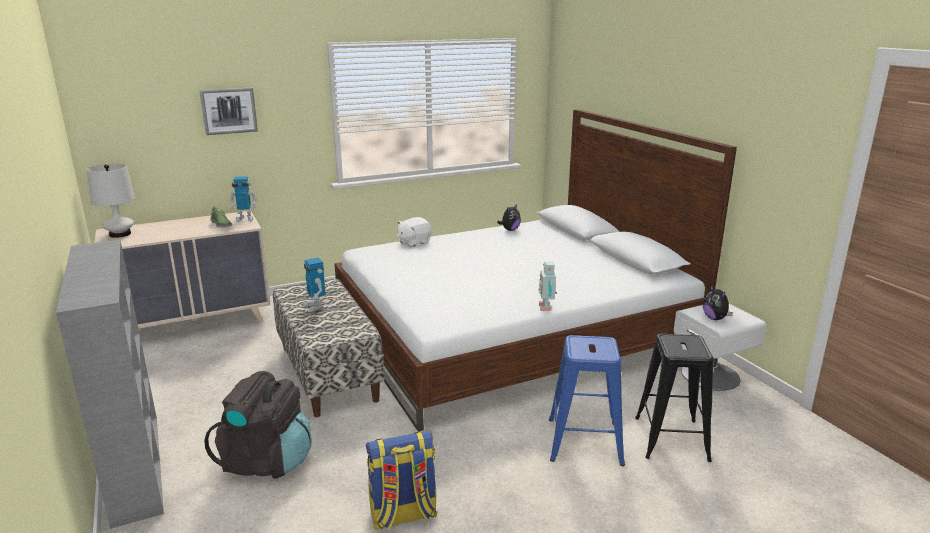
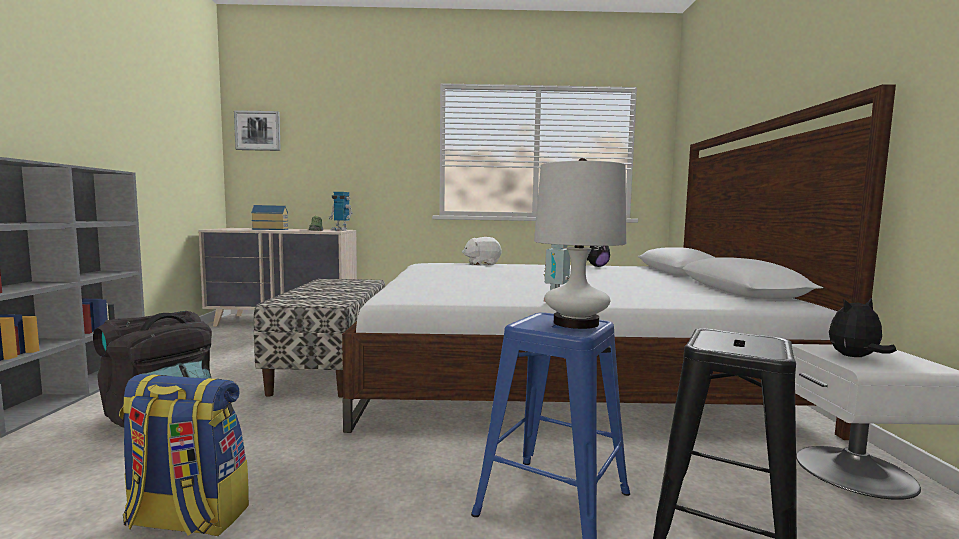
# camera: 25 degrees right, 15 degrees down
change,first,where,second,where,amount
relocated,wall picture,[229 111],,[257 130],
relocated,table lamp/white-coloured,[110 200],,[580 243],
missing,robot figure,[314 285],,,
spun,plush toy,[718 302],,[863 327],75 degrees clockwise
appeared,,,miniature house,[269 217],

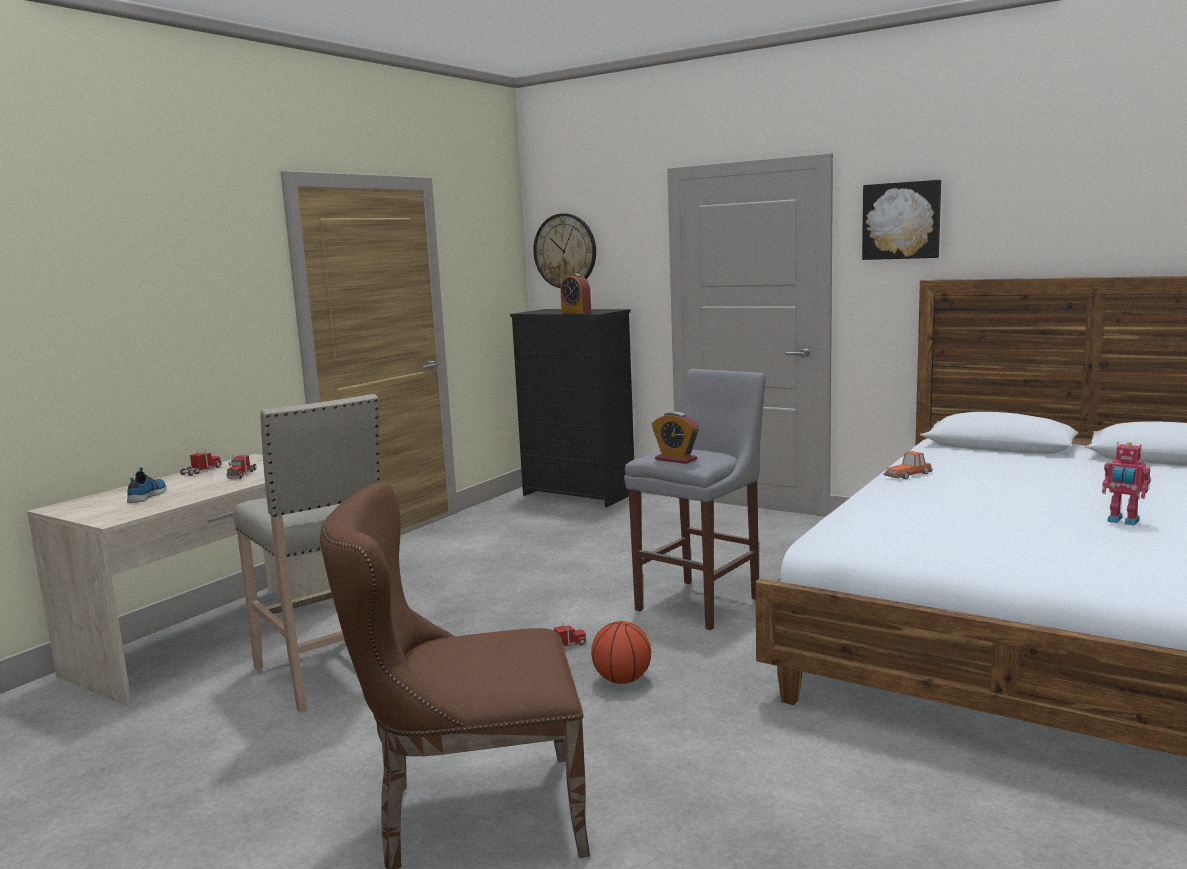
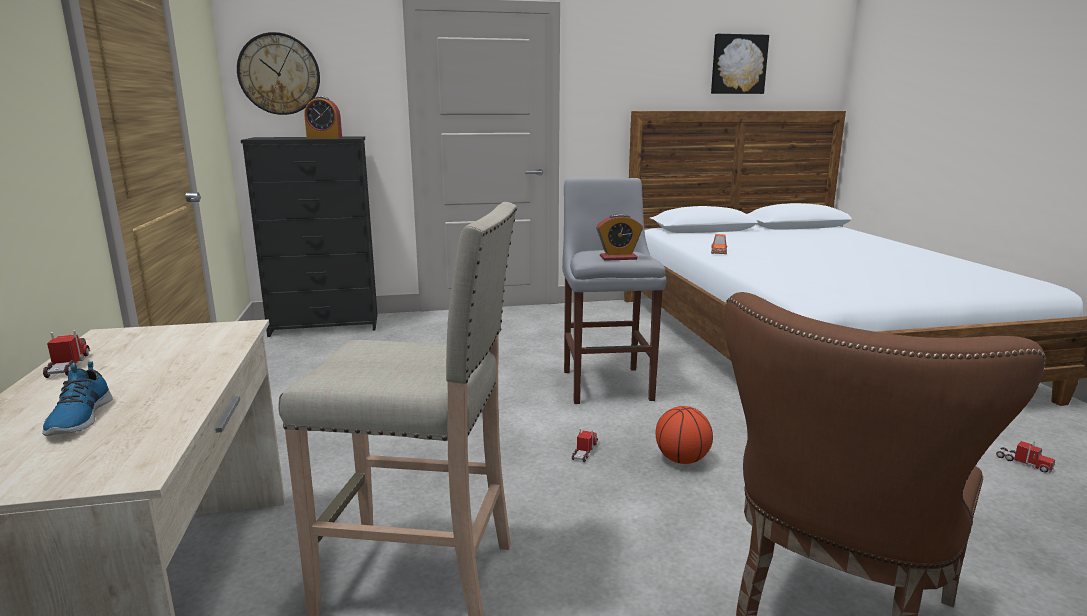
# camera: 45 degrees left, 5 degrees up
change,first,where,second,where,amount
relocated,wall picture,[901 220],,[740 64],
missing,robot figure,[1126 484],,,
relocated,toy lorry,[242 466],,[1025 457],
spun,item of footwear,[146 485],,[77 398],150 degrees counterclockwise

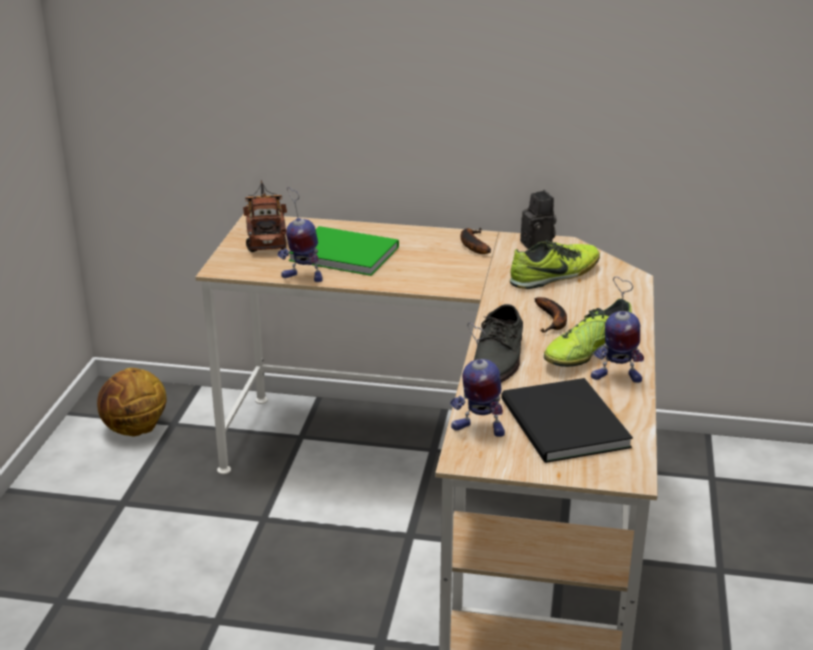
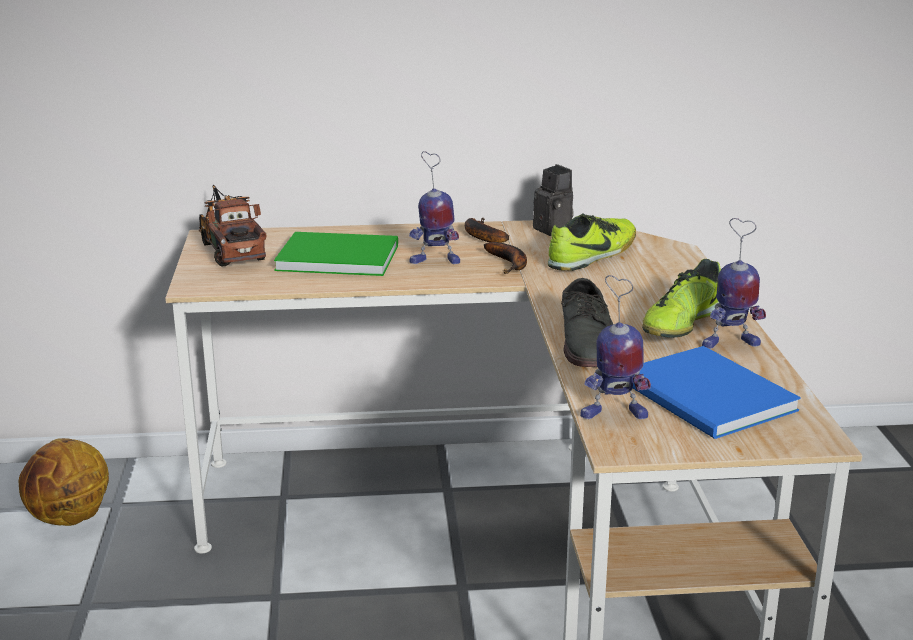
# camera: 15 degrees left, 5 degrees down
change,first,where,second,where,amount
relocated,robot figure,[300 234],,[434 207],
relocated,banana fruit,[551 315],,[505 258],
colour,volume/black-coloured,[567 420],volume/blue,[717 392],

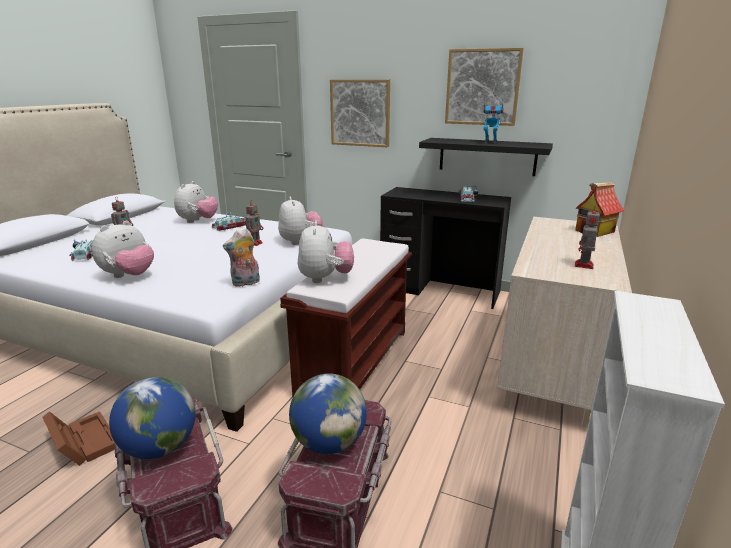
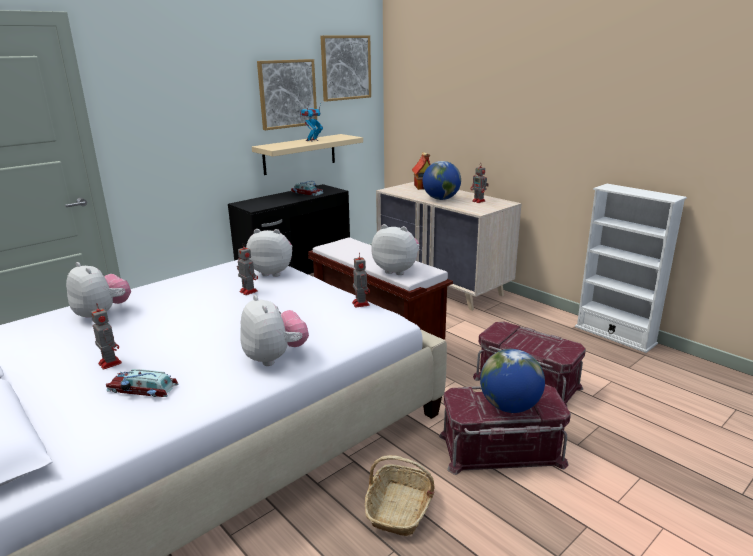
# camera: 65 degrees left, 0 degrees up
change,first,where,second,where,amount
relocated,wall picture,[360 113],,[345 69],
colour,bracket shelf/black-coloured,[486 157],bracket shelf/beige,[307 154],
missing,miniature car,[228 221],,,
exchanged,plush toy,[241 258],robot figure,[361 280],
relocated,world globe,[328 413],,[442 180],
exchanged,storage bin/brownish,[79 438],household basket,[400 495],

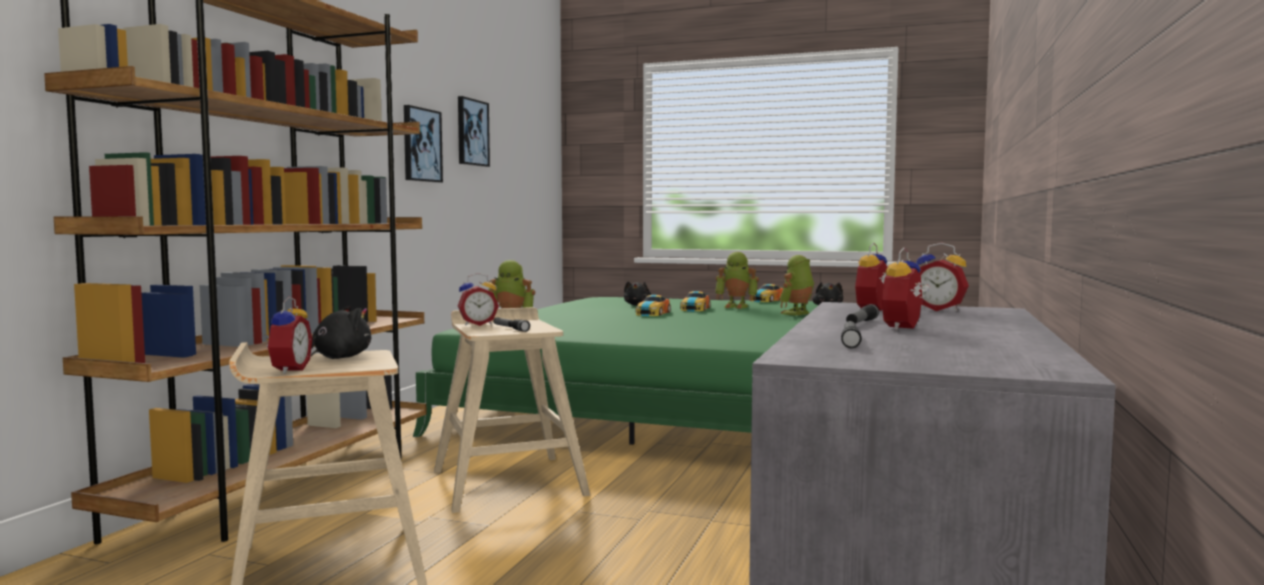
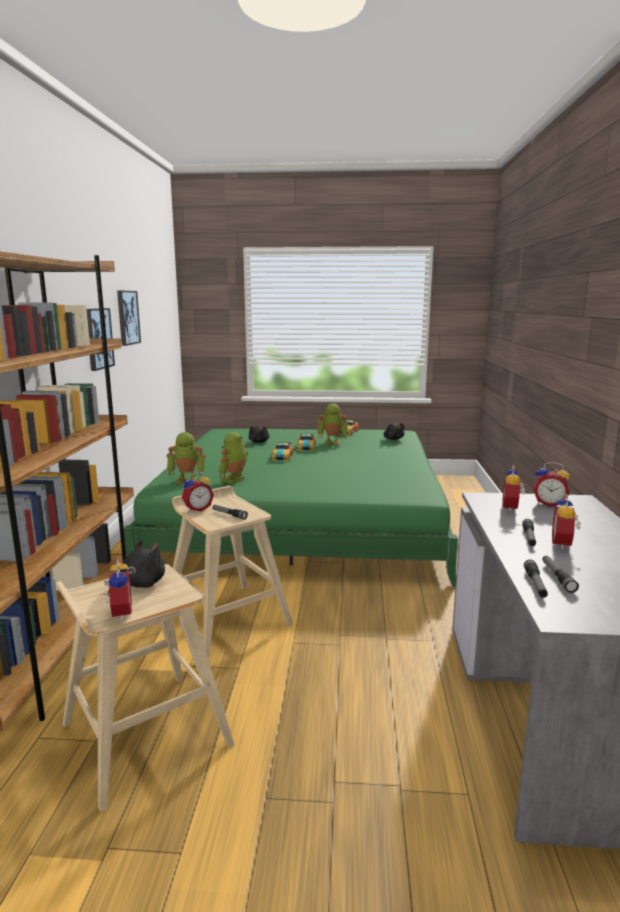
# camera: 15 degrees left, 10 degrees up
change,first,where,second,where,amount
relocated,robot figure,[796 285],,[233 458],
appeared,,,flashlight,[536 578],

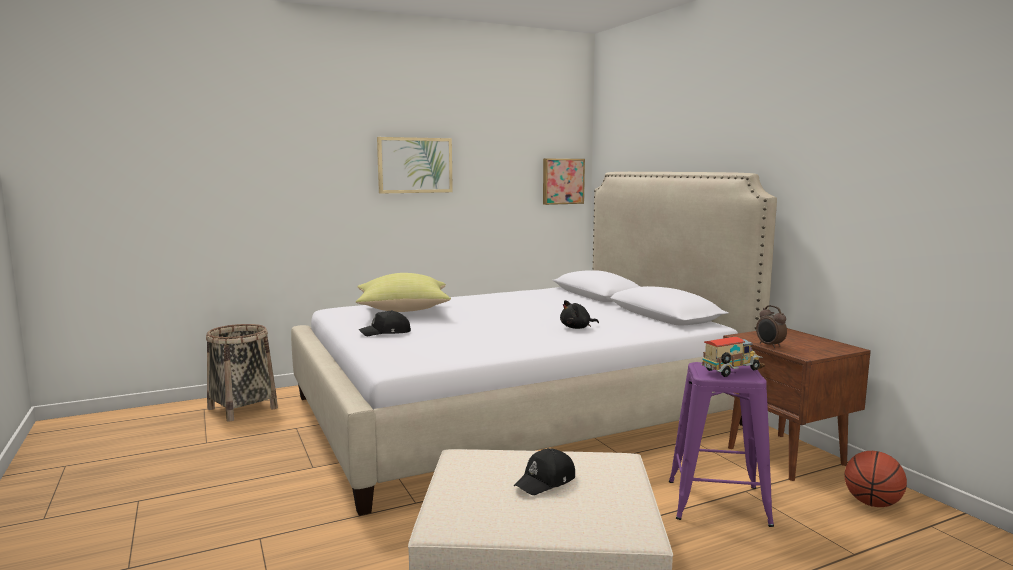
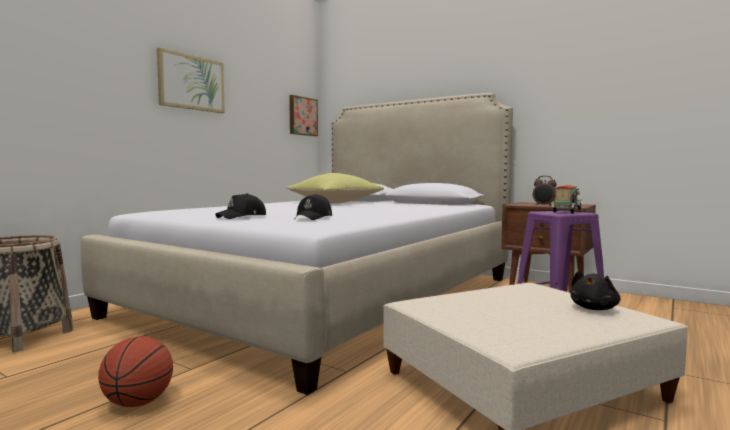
# camera: 30 degrees left, 5 degrees down
change,first,where,second,where,amount
relocated,pillow/yellow,[403 292],,[335 188],
relocated,plush toy/black-coloured,[579 314],,[595 290],
relocated,cap/black-coloured,[544 471],,[313 207],
relocated,ball for basketball,[876 479],,[135 371],

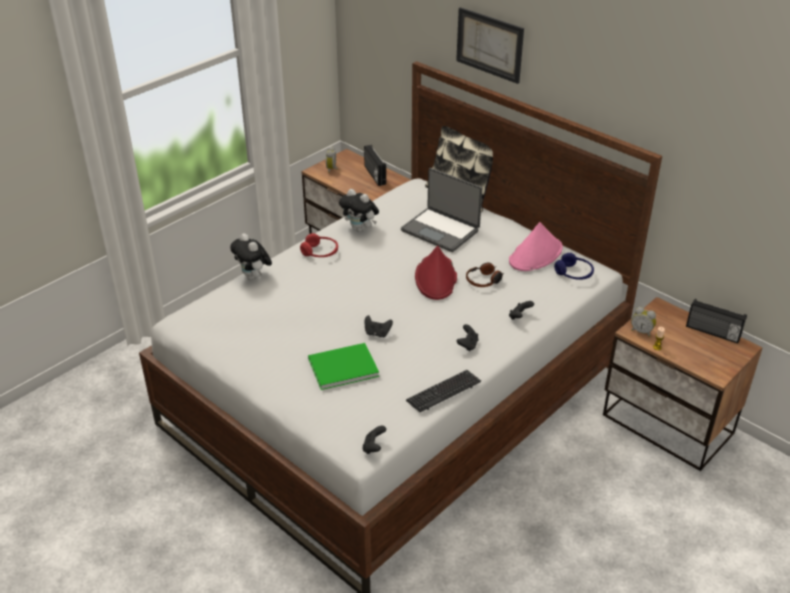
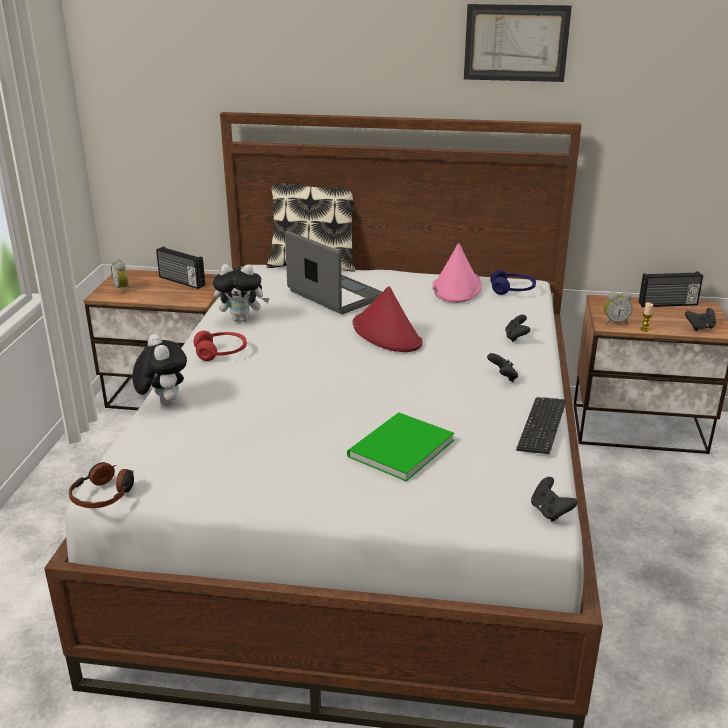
# camera: 35 degrees left, 10 degrees down
change,first,where,second,where,amount
relocated,wall picture,[490 45],,[518 43],
spun,notebook computer,[441 210],,[333 272],135 degrees counterclockwise
spun,plush toy,[251 256],,[159 370],135 degrees counterclockwise
relocated,pair of headphones,[485 275],,[101 485],
relocated,gamepad/black-coloured,[379 326],,[700 319],

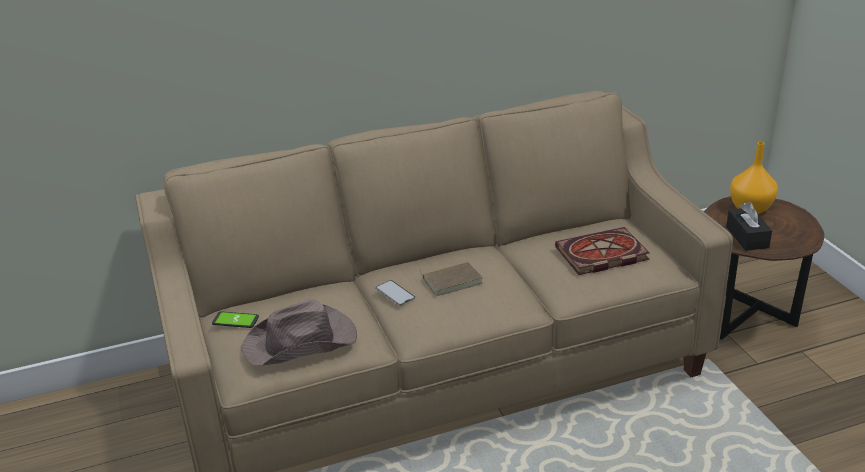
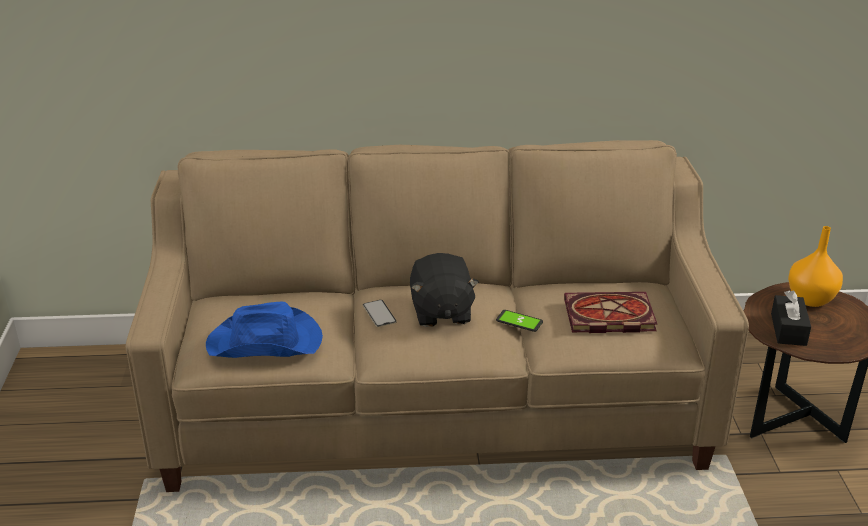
# camera: 15 degrees right, 0 degrees up
change,first,where,second,where,amount
exchanged,volume/brownish,[451 279],plush toy/black-coloured,[444 290],
colour,clothing hat/brownish,[299 332],clothing hat/blue,[264 330],
relocated,handset,[235 319],,[519 321],

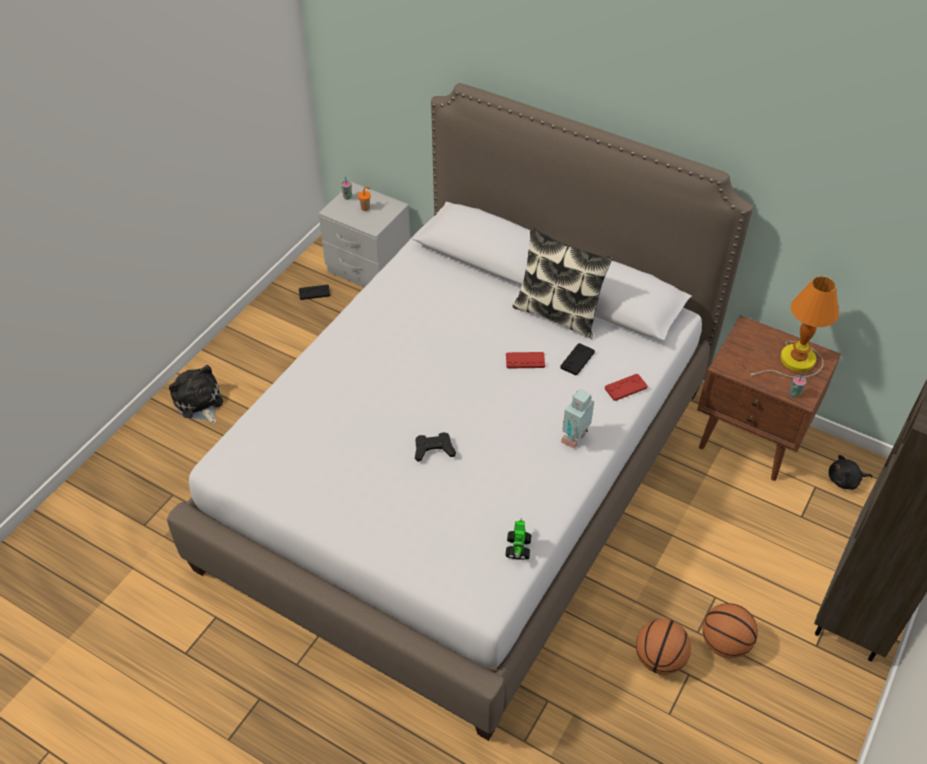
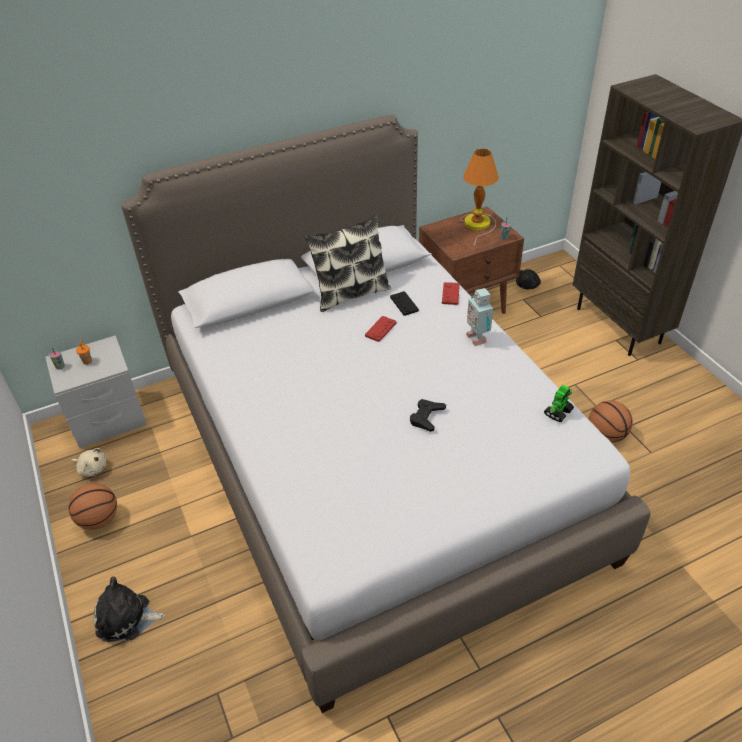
# camera: 55 degrees left, 5 degrees down
change,first,where,second,where,amount
exchanged,gamepad/black-coloured,[314 292],plush toy/beige,[88 462],
spun,robot figure,[518 539],,[559 403],90 degrees counterclockwise
relocated,ball for basketball,[730 630],,[93 506],

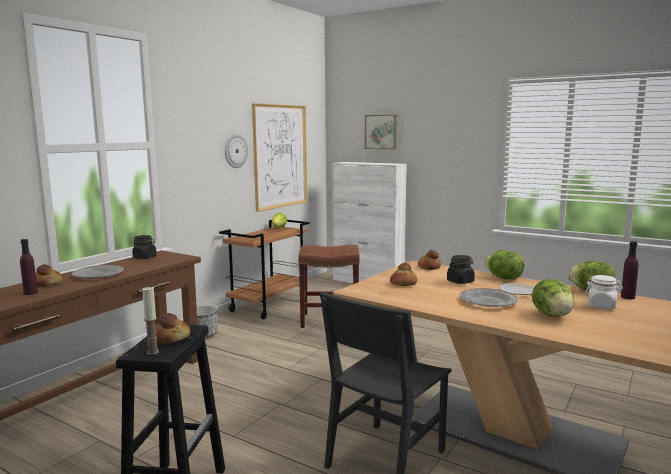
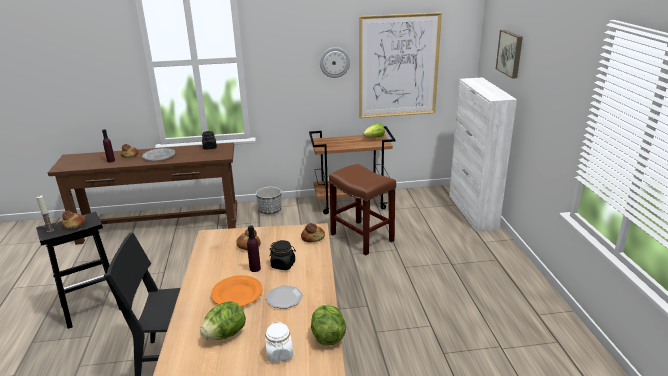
# camera: 50 degrees right, 15 degrees up
change,first,where,second,where,amount
relocated,drink bottle/purple-coloured,[630 270],,[254 248],
missing,head of lettuce,[504 264],,,
colour,plate/grey,[489 297],plate/orangey,[237 291],

